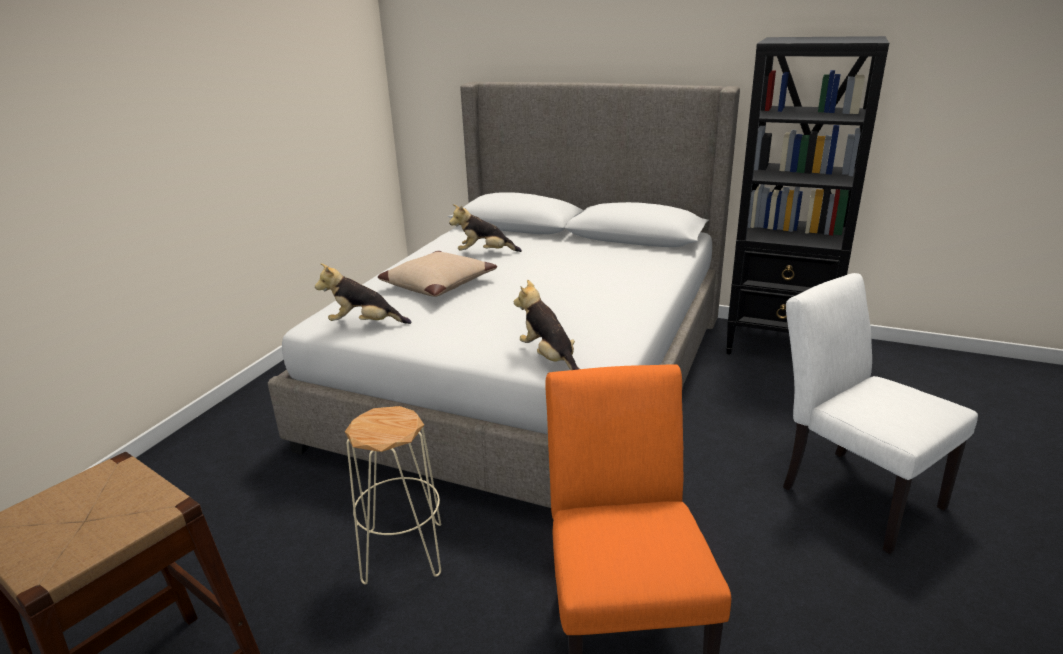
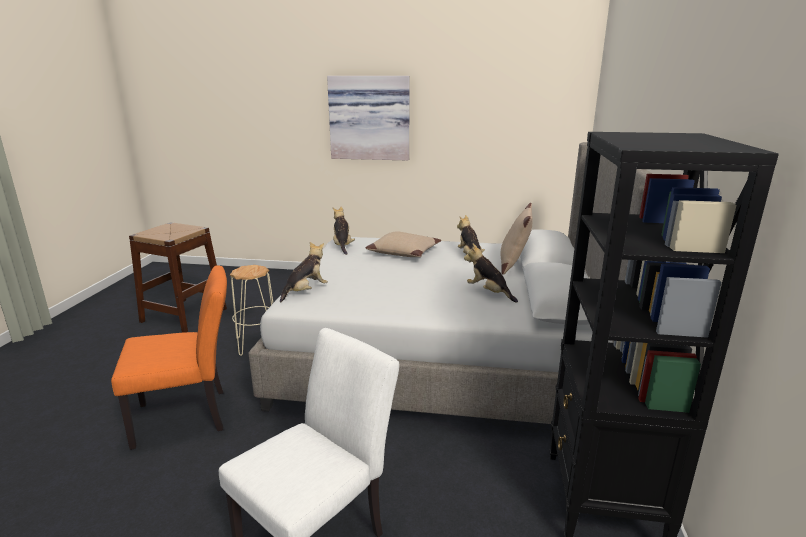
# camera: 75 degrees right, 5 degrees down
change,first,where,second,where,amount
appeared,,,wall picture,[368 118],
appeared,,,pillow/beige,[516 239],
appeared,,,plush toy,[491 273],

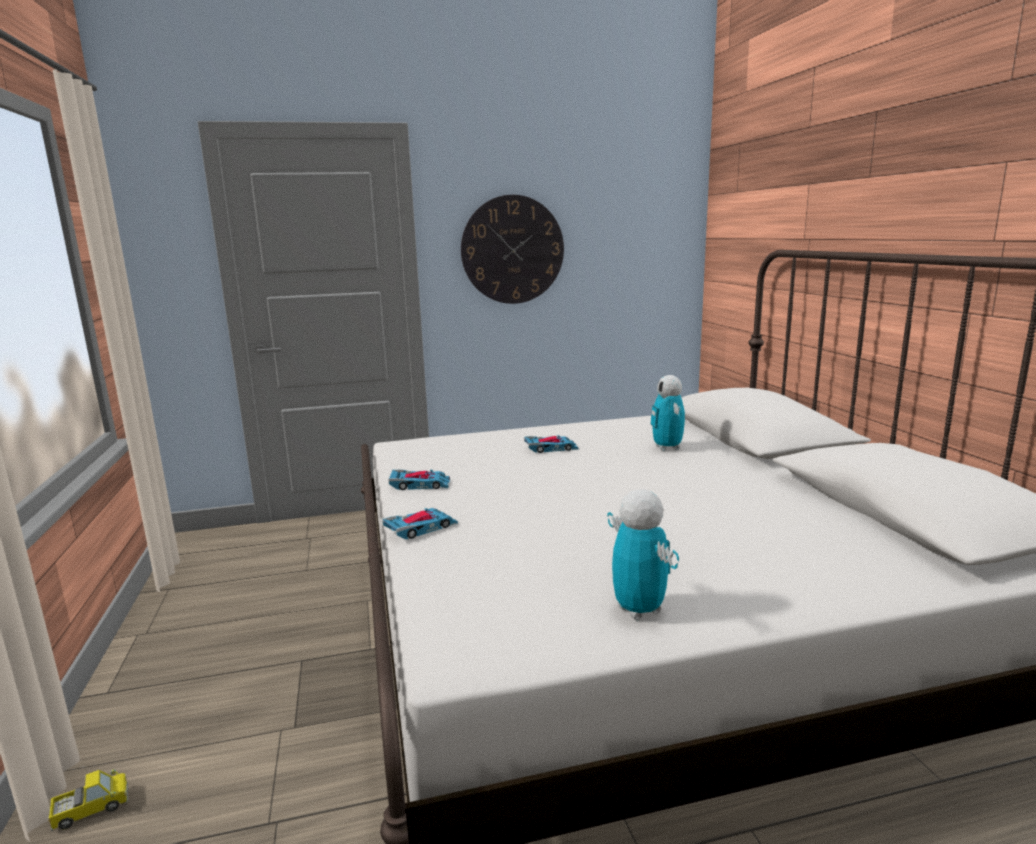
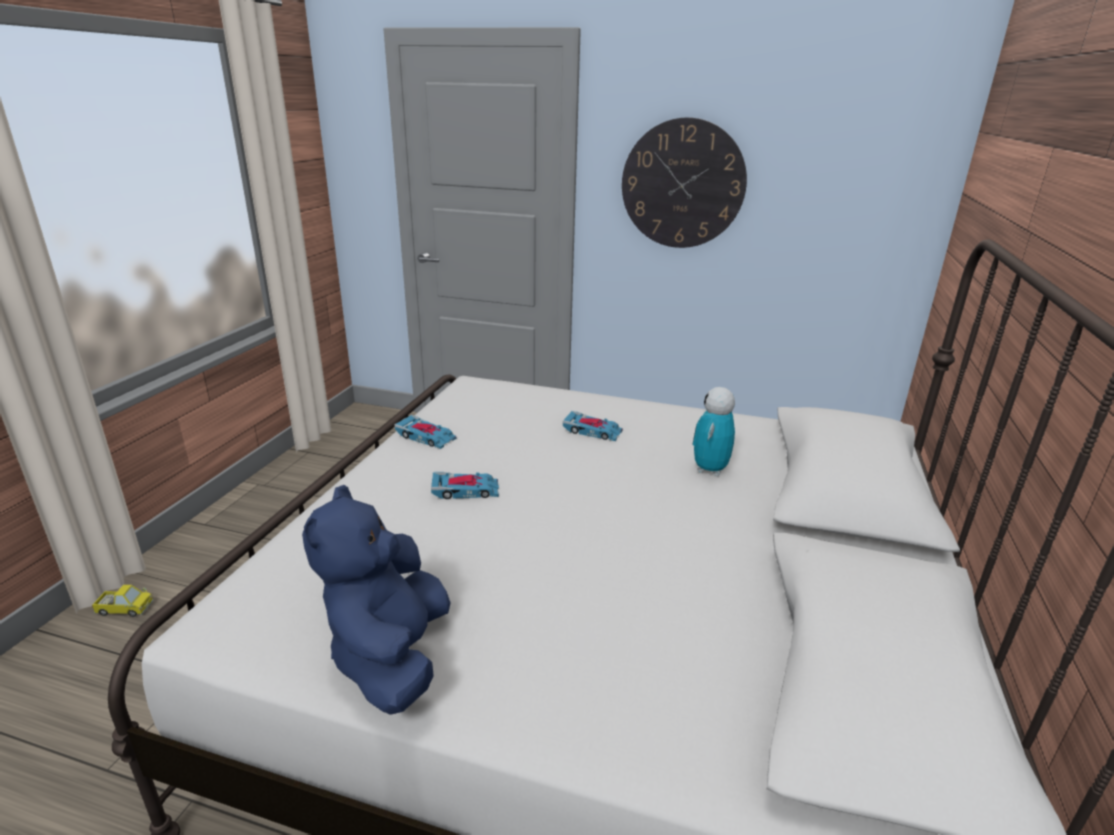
# camera: 30 degrees right, 10 degrees up
change,first,where,second,where,amount
exchanged,robot figure,[643 554],plush toy/blue,[376 600],
relocated,miniature car,[420 523],,[465 485],

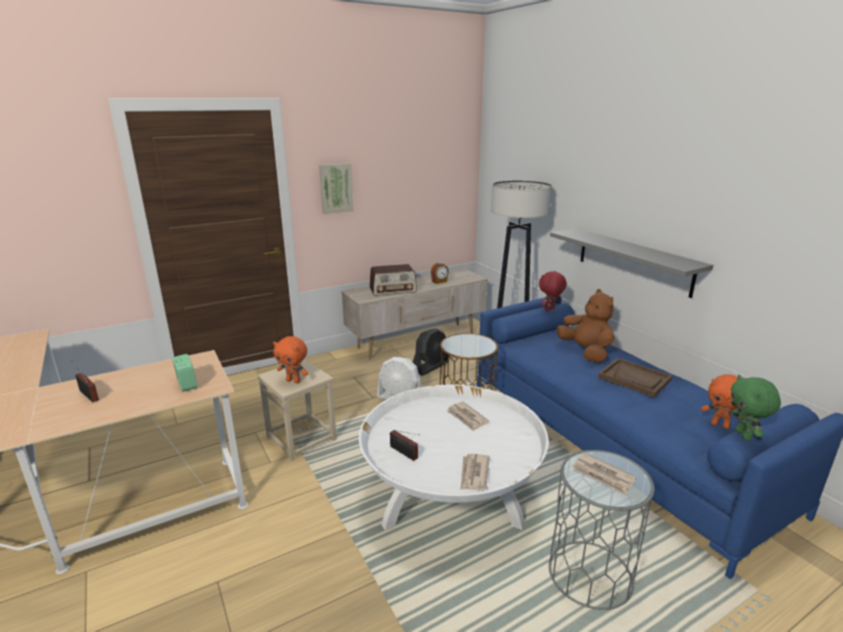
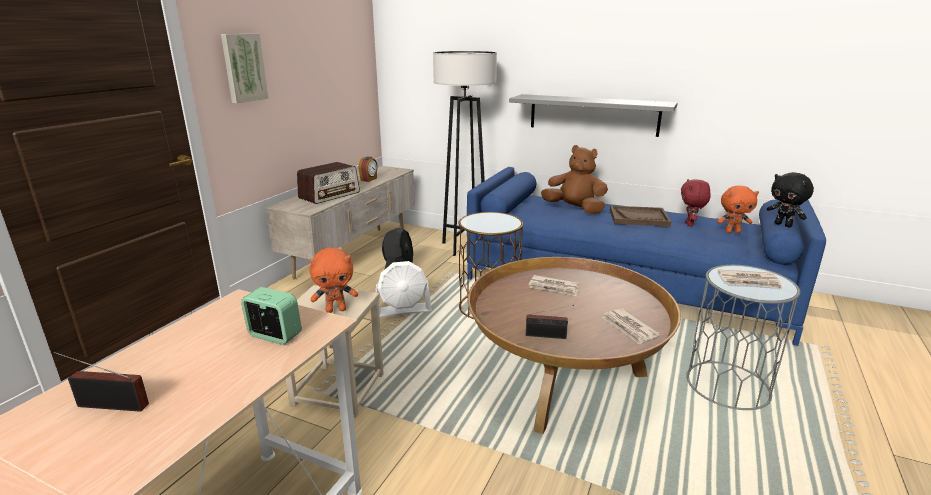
# camera: 35 degrees left, 0 degrees up
change,first,where,second,where,amount
relocated,plush toy/red,[553 291],,[696 202],
colour,plush toy/green-coloured,[756 407],plush toy/black-coloured,[790 200],
colour,lounge table/white-coloured,[454 457],lounge table/brownish,[574 345],

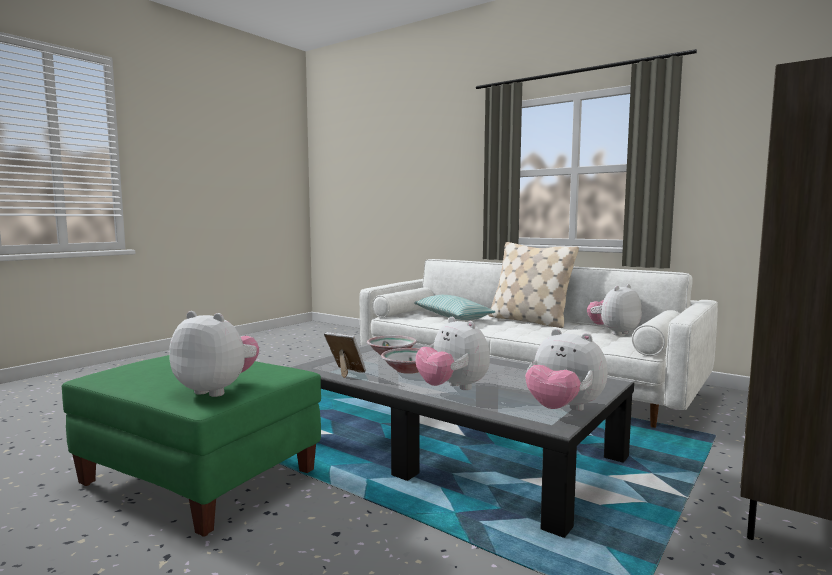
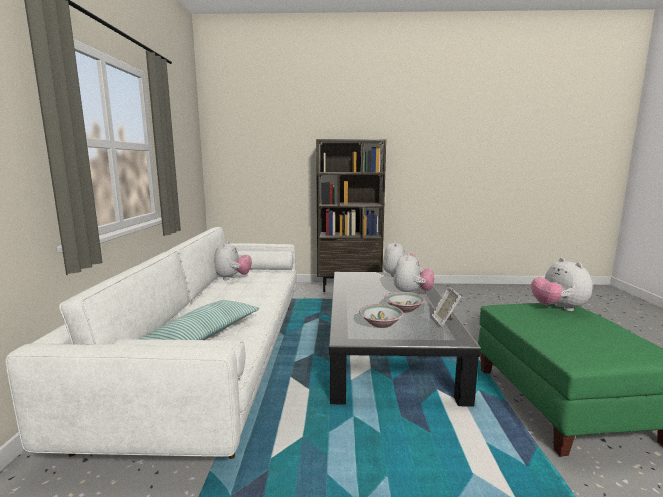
# camera: 125 degrees left, 5 degrees up
change,first,where,second,where,amount
missing,pillow/beige,[533 285],,,
spun,plush toy,[614 310],,[233 260],105 degrees counterclockwise

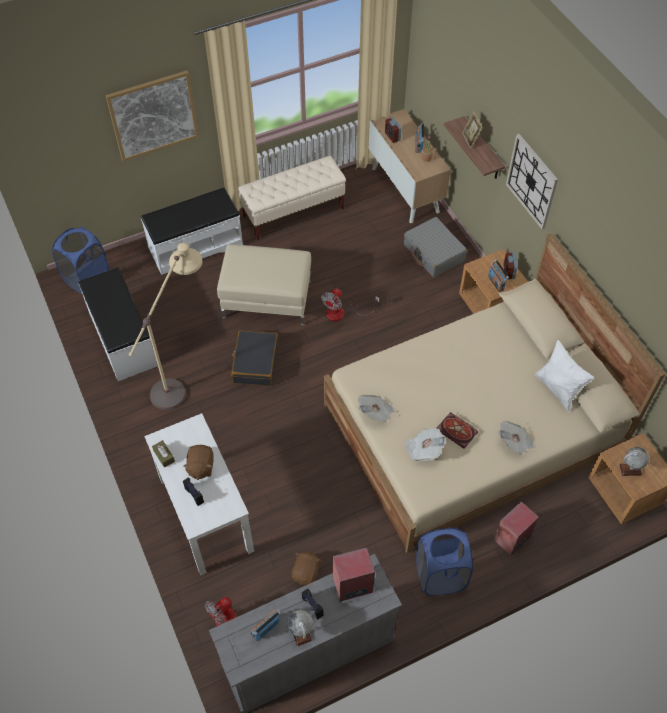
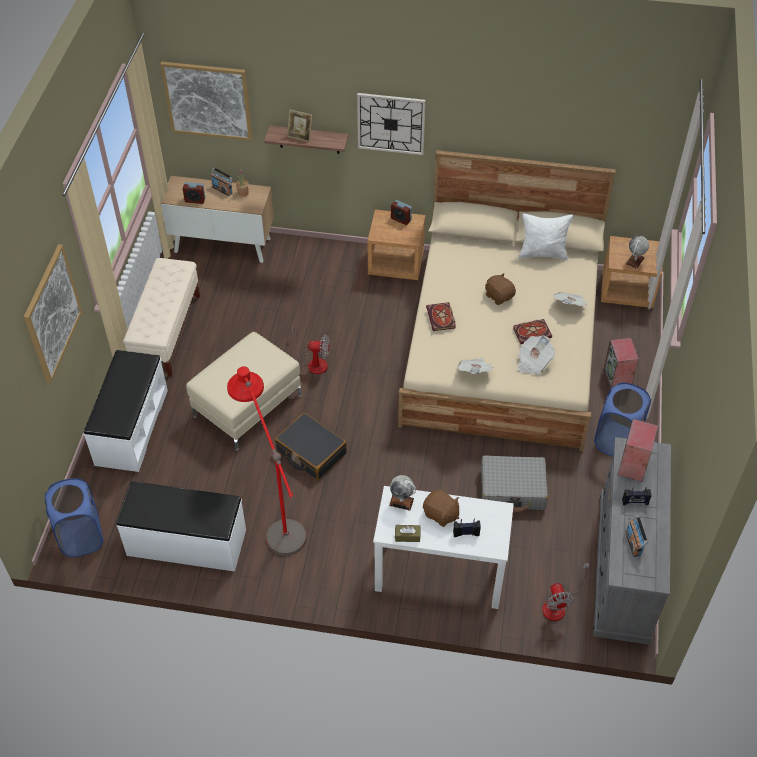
# camera: 55 degrees left, 5 degrees down
change,first,where,second,where,amount
relocated,piece of luggage/grey,[435 247],,[514 483],
colour,standard lamp/beige,[165 326],standard lamp/red,[267 461],
missing,radio,[498 276],,,
spun,fan,[350 304],,[311 350],60 degrees counterclockwise
relocated,plush toy/brownish,[307 568],,[500 289],
relocated,world globe,[300 628],,[402 493],
appeared,,,wall picture,[206 101],
appeared,,,volume,[441 316],

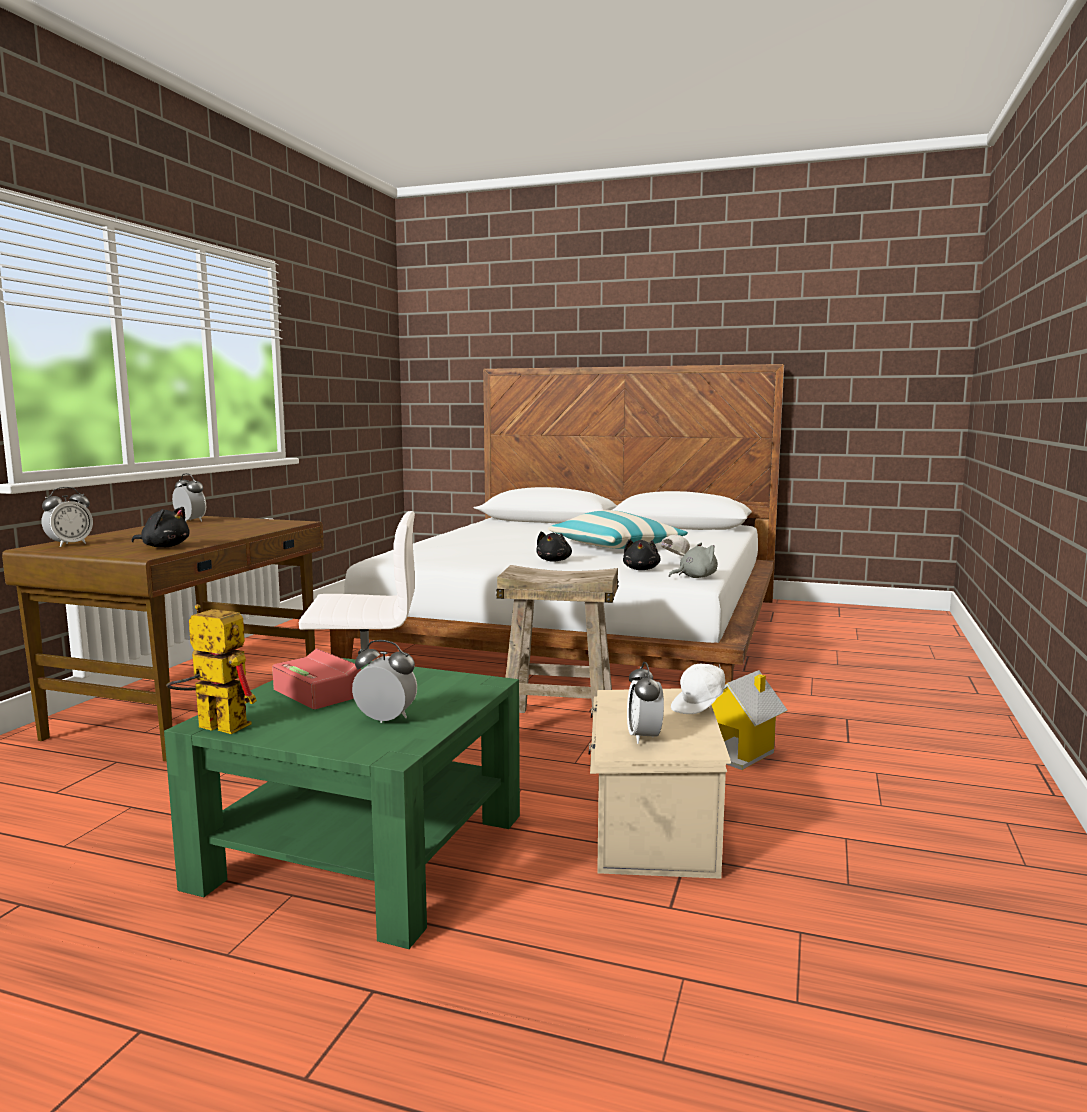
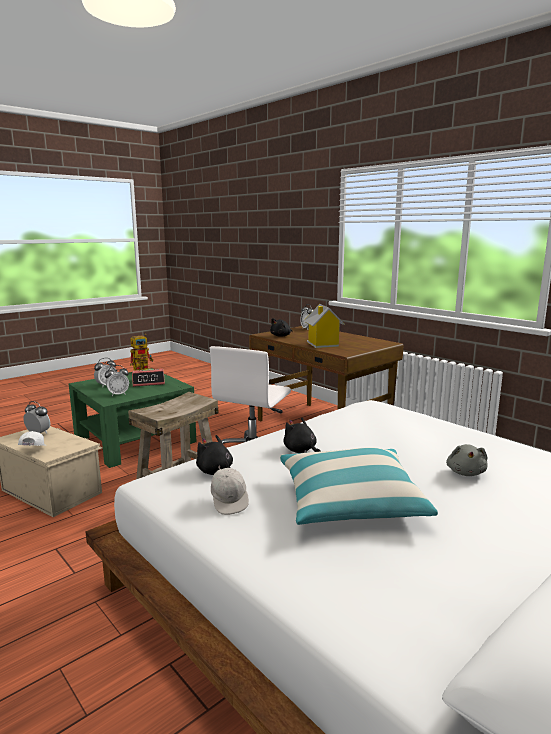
# camera: 120 degrees right, 5 degrees up
change,first,where,second,where,amount
relocated,table clock,[189 497],,[117 380],
relocated,plush toy/grey,[693 560],,[466 460],
relocated,miniature house,[749 720],,[324 326],

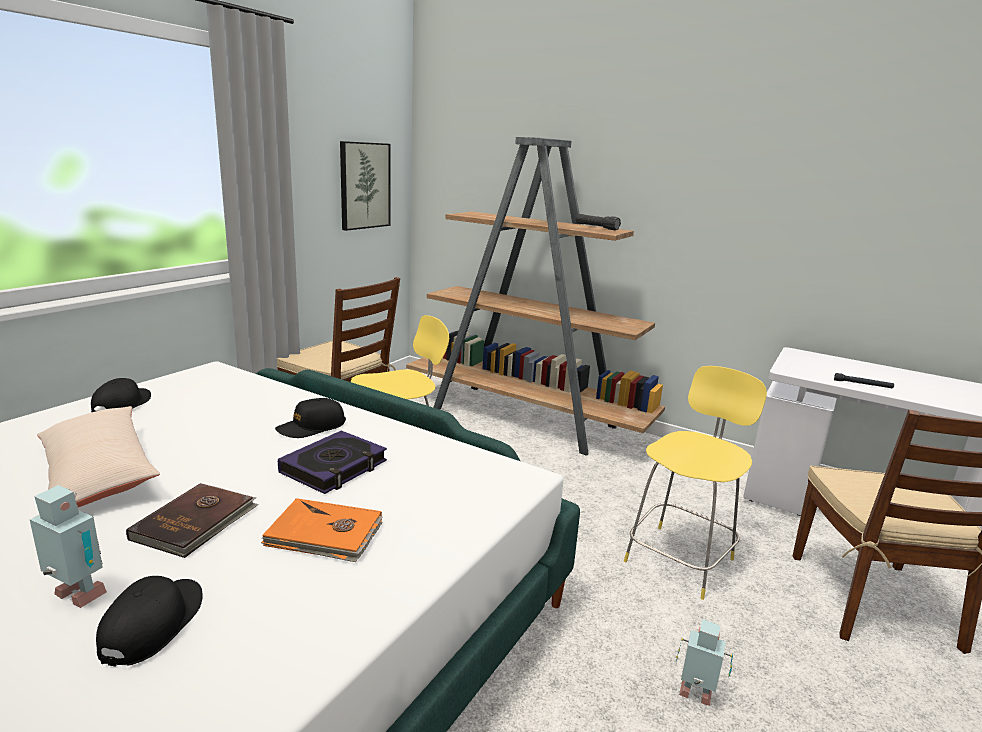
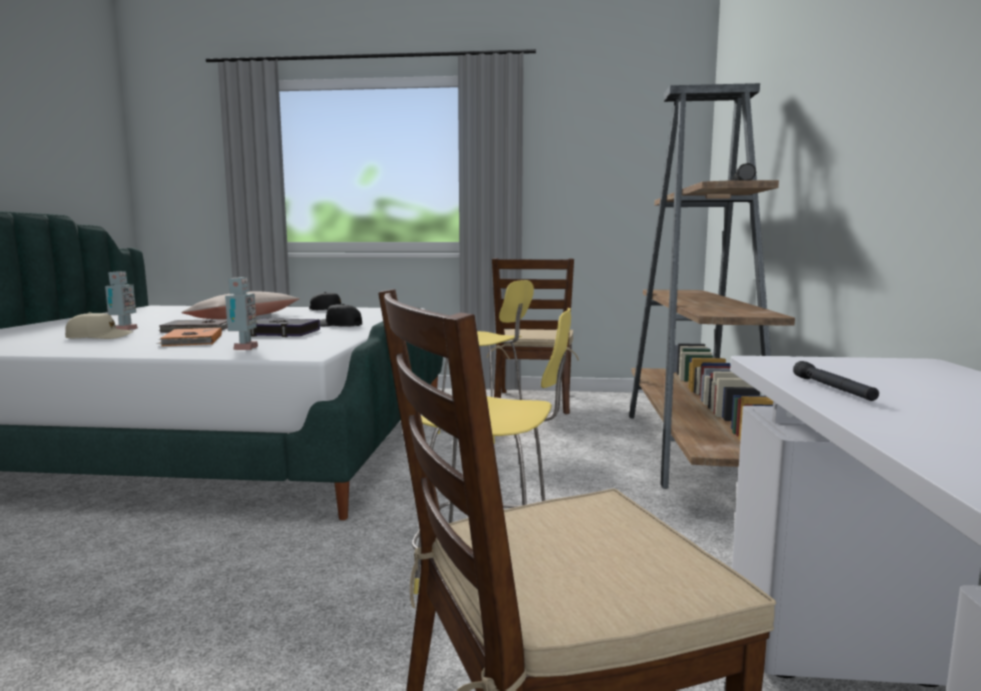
# camera: 65 degrees right, 10 degrees down
change,first,where,second,where,amount
missing,wall picture,[365 186],,,
colour,cap/black-coloured,[149 621],cap/beige,[99 325],
relocated,robot figure,[704 663],,[241 313],

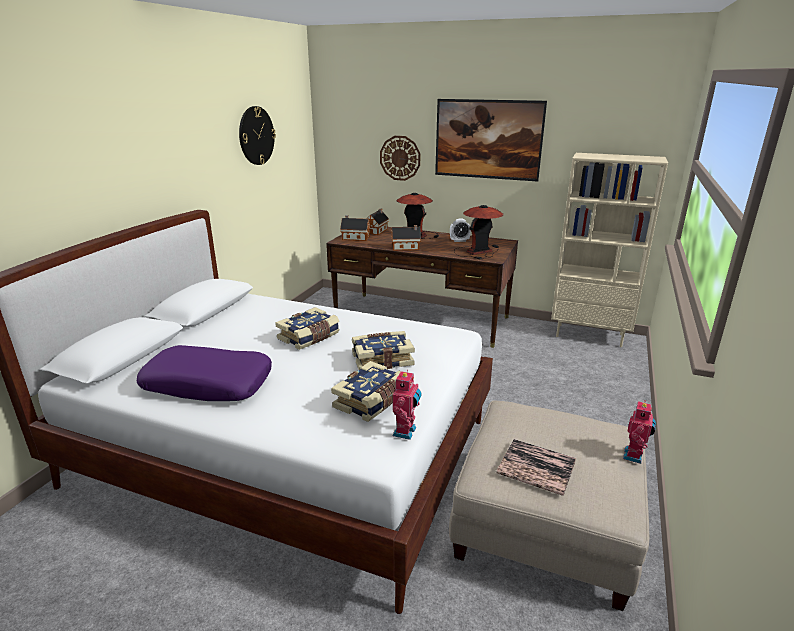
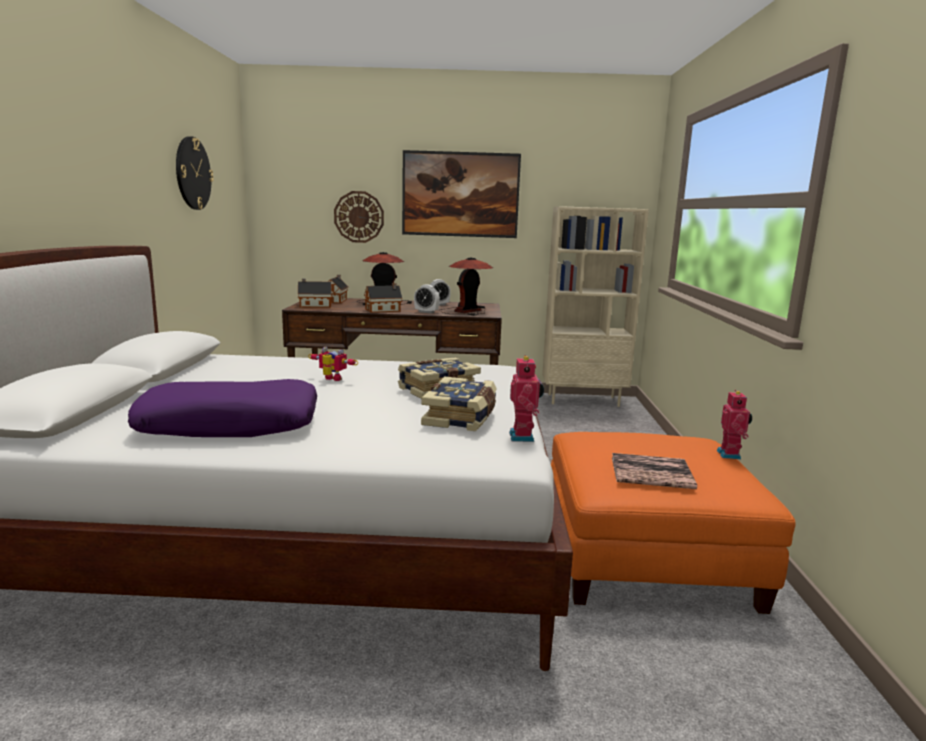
# camera: 20 degrees left, 10 degrees down
change,first,where,second,where,amount
exchanged,volume,[307 328],robot figure,[333 364],
colour,ottoman/beige,[549 506],ottoman/orangey,[673 523],
appeared,,,table clock,[427 299],

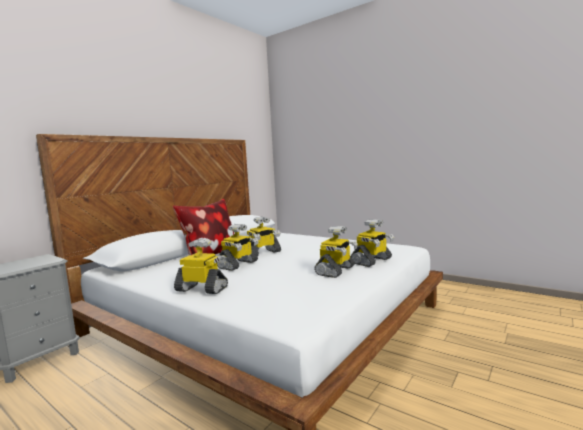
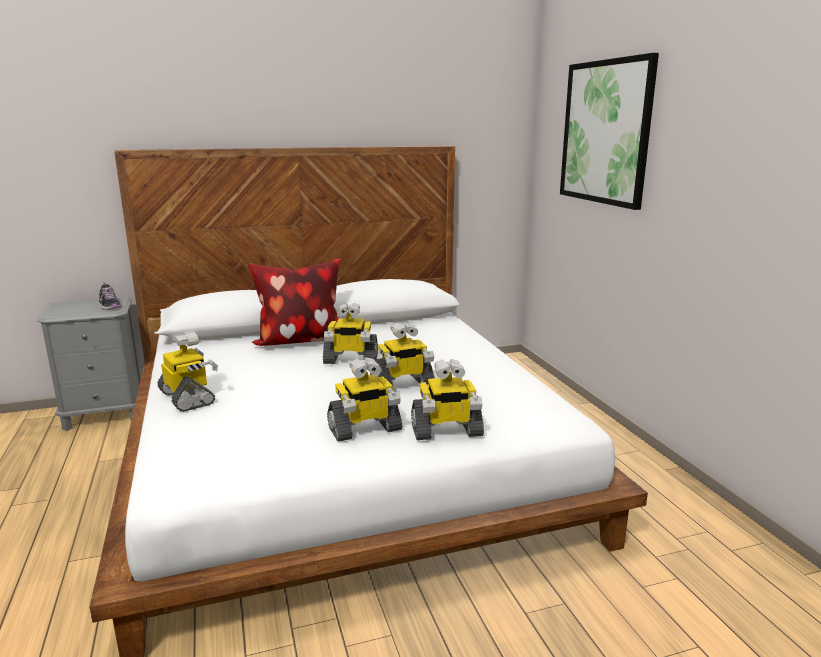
# camera: 35 degrees right, 10 degrees up
change,first,where,second,where,amount
relocated,robot figure,[238 247],,[402 354],
appeared,,,wall picture,[609 131],
appeared,,,item of footwear,[110 296],

